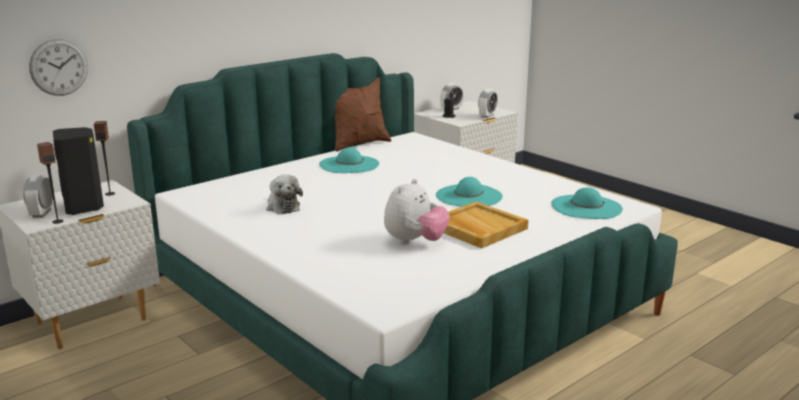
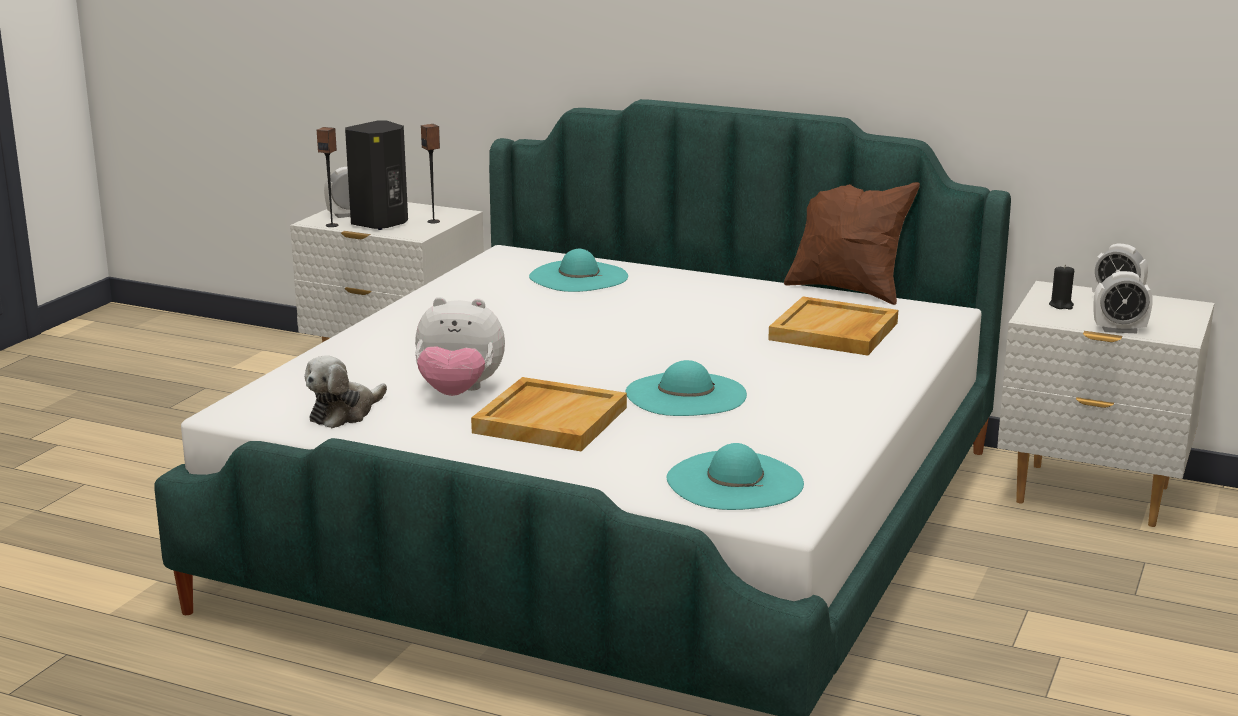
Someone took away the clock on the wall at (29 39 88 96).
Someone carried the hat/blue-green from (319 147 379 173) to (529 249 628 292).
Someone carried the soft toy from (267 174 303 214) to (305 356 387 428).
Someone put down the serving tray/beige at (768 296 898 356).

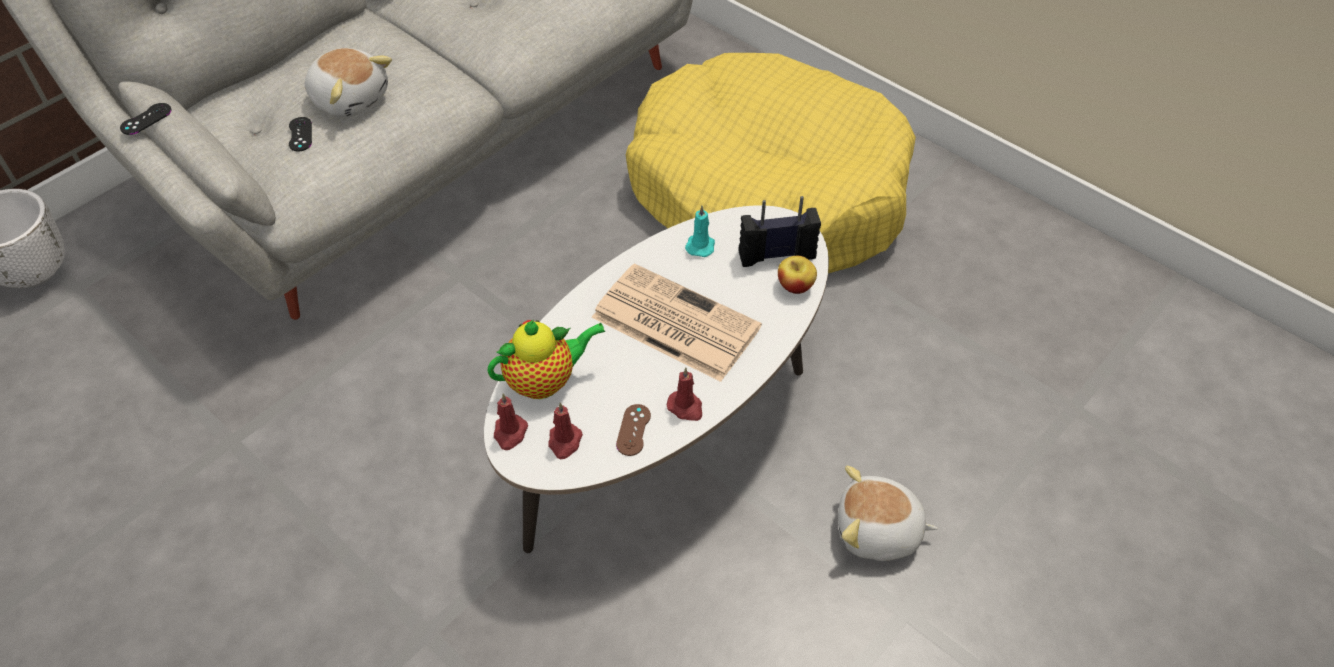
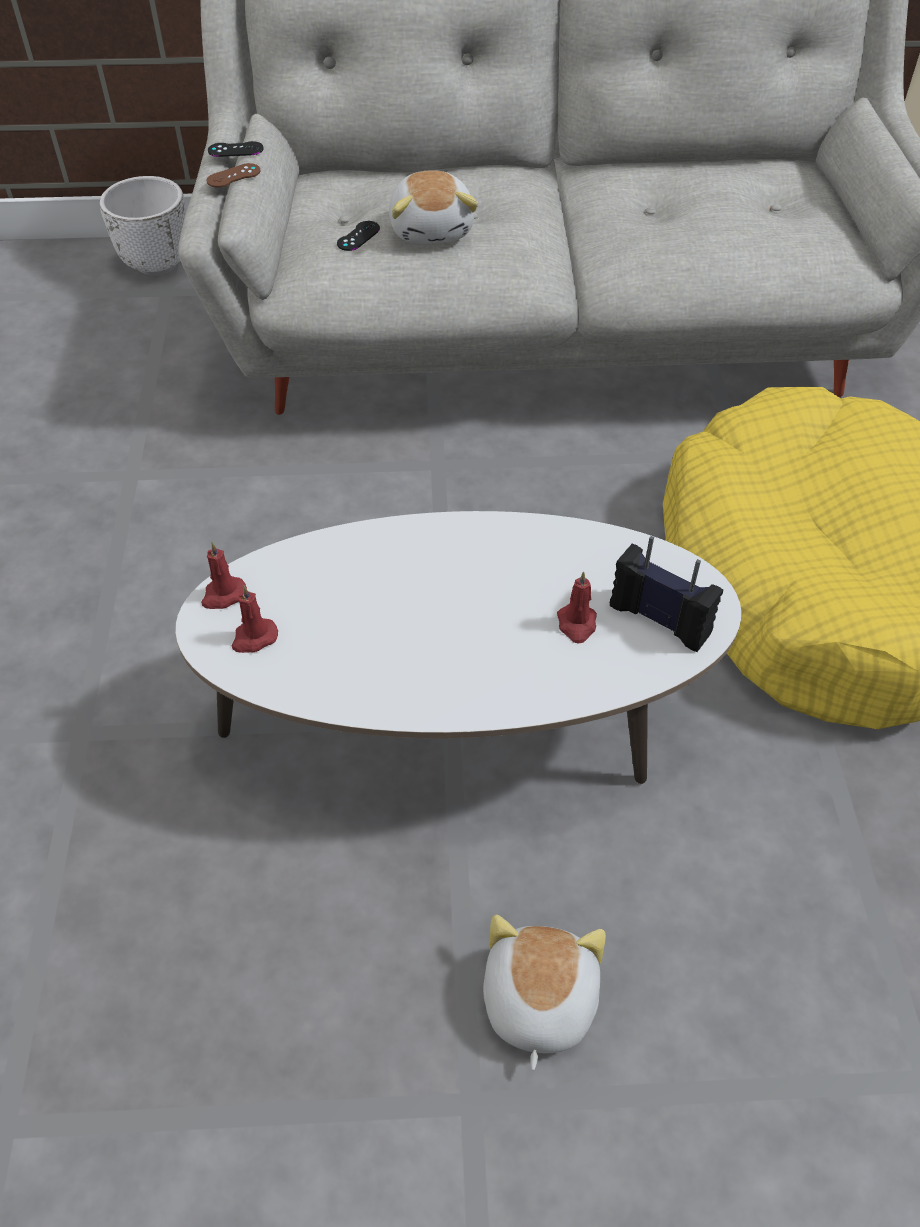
Someone took away the candle/blue-green at (685 206 715 257).
Someone took away the whole apple at (778 256 817 294).
Someone took away the printed paper at (591 263 762 382).
Someone took away the pot for tea at (487 320 606 399).
Someone carried the candle/red-coloured from (667 367 702 421) to (557 571 597 644).
Someone carried the game controller/brown from (616 404 651 456) to (207 163 260 188).
Someone rotated the soft toy at (838 466 938 561) by 45 degrees clockwise.

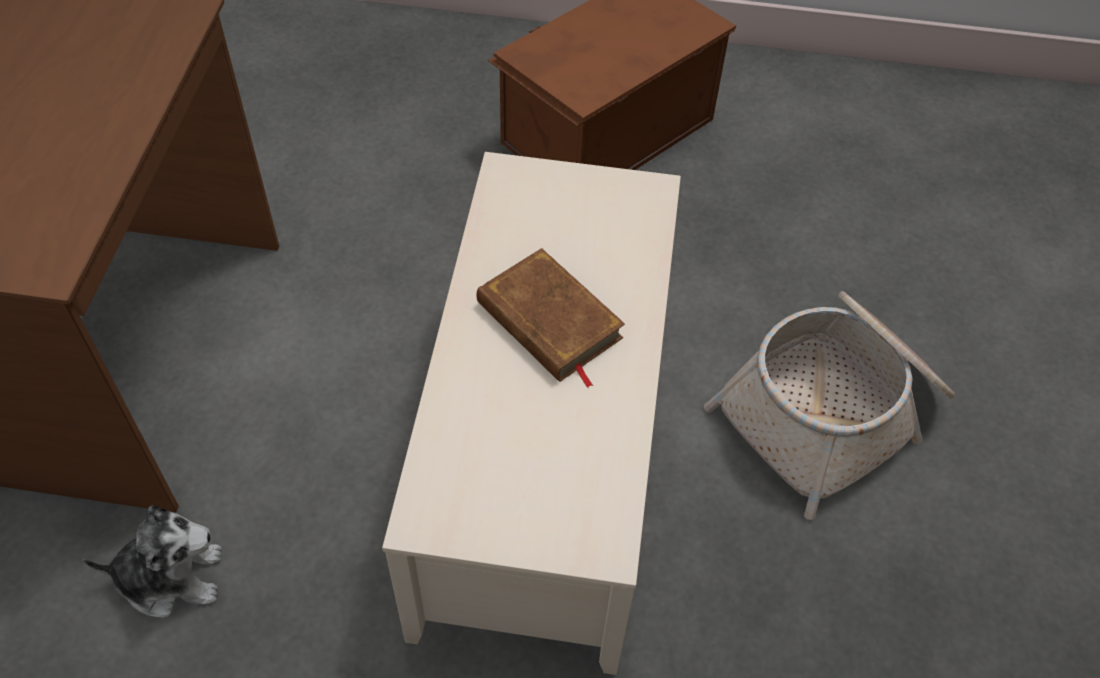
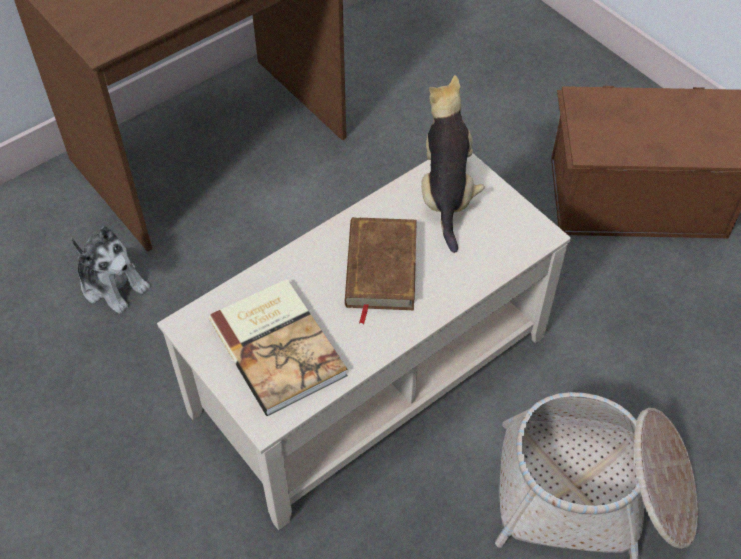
Someone put down the soft toy at (421 75 485 253).
Someone put down the volume at (209 279 348 416).

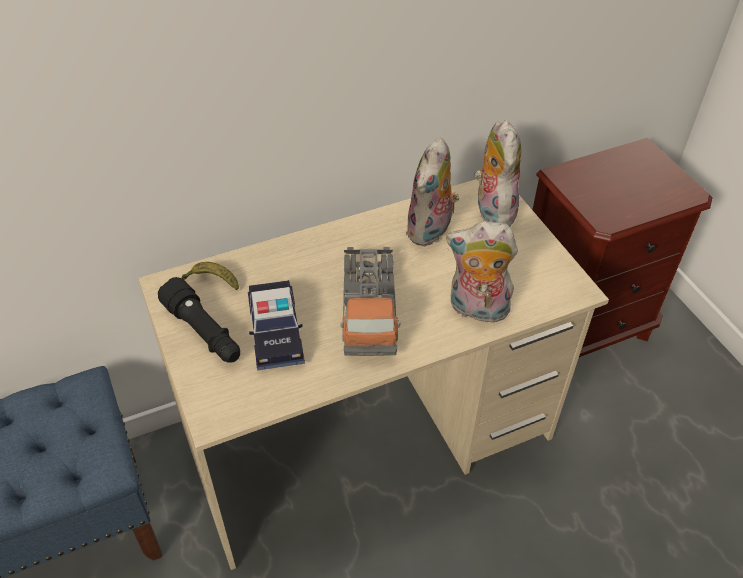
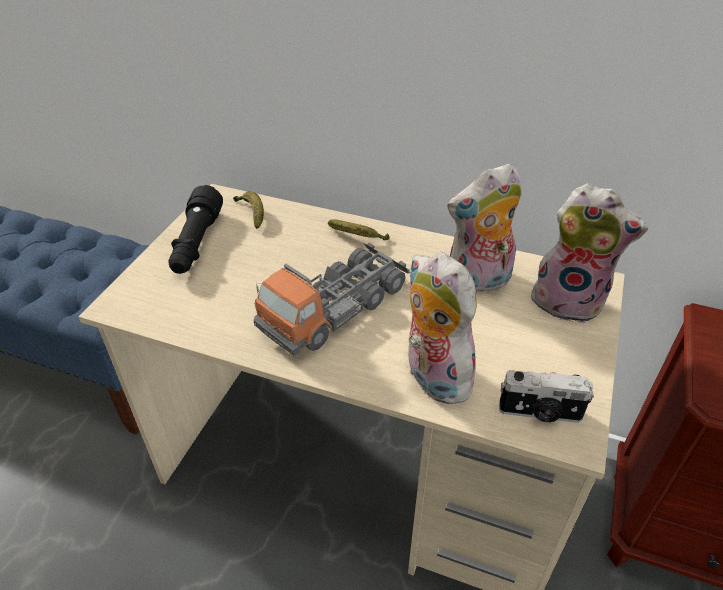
Someone rotated the soft toy at (474 120 521 227) by 75 degrees clockwise.
Someone took away the model car at (248 280 305 371).
Someone put down the whole banana at (328 219 390 240).
Someone put down the still camera at (499 370 594 423).

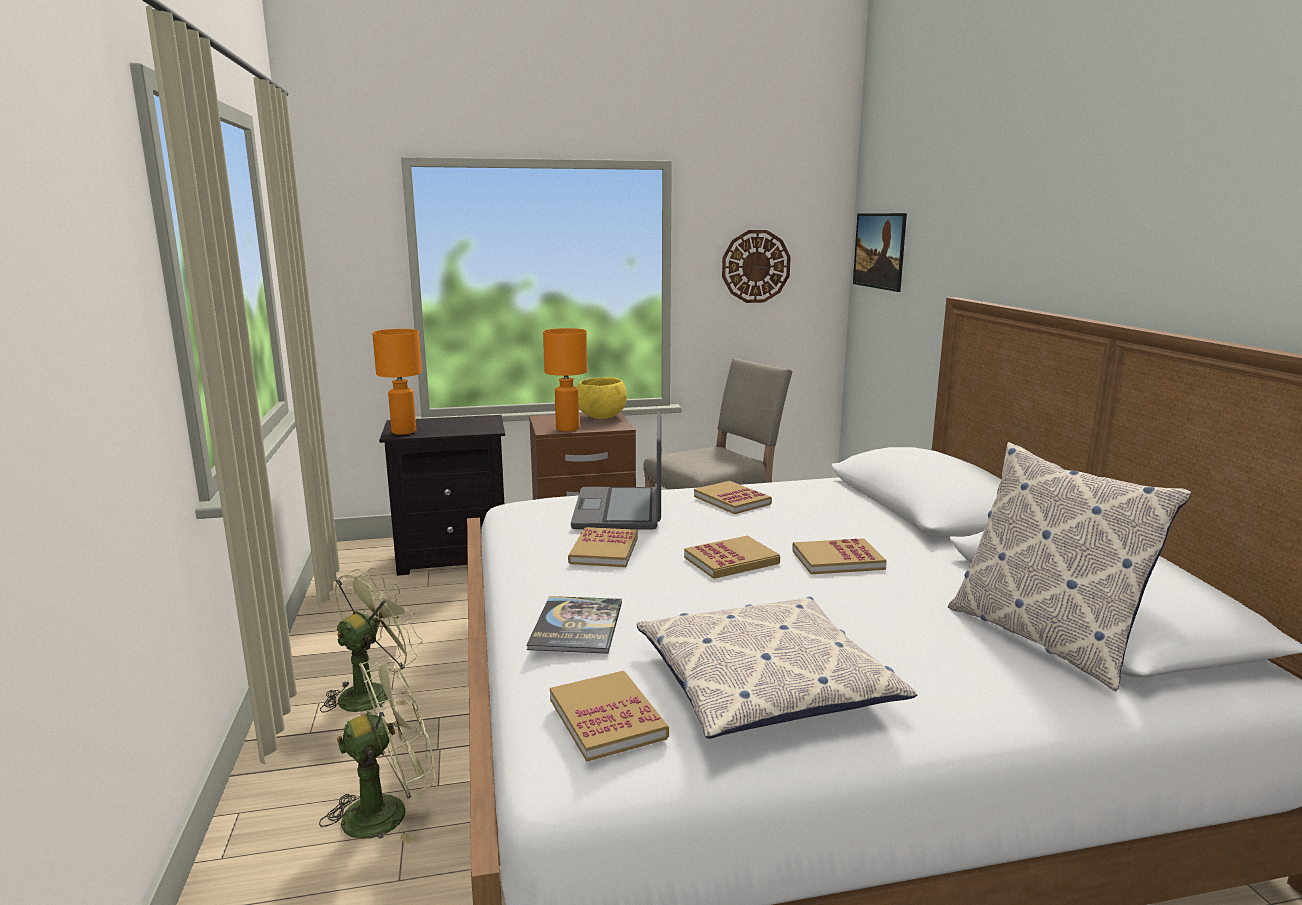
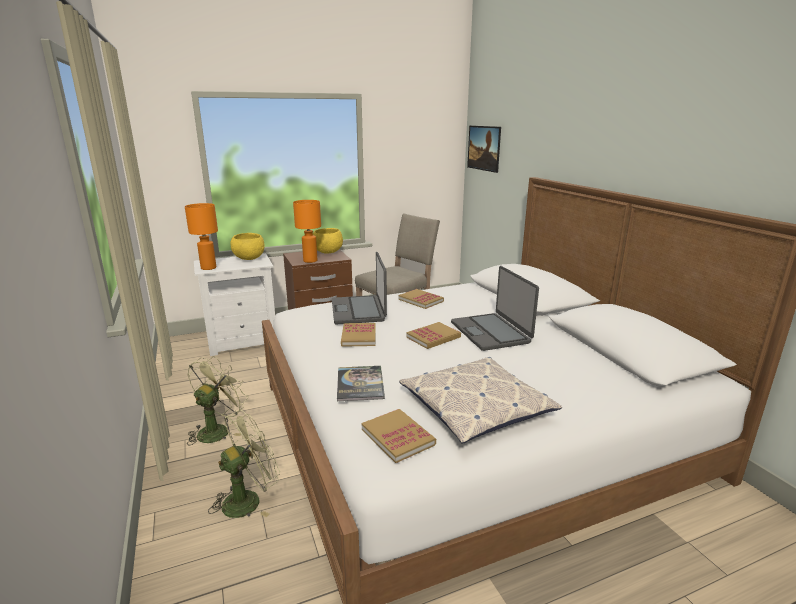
Someone took away the clock on the wall at (722 230 791 303).
Someone repainted the night table/blackish at (379 415 505 576), which became the night table/white-coloured at (194 254 275 356).
Someone took away the pillow at (948 442 1192 692).
Someone swapped the volume at (792 538 887 574) for the portable computer at (451 266 539 351).
Someone put down the bowl/yellow-coloured at (230 233 264 260).

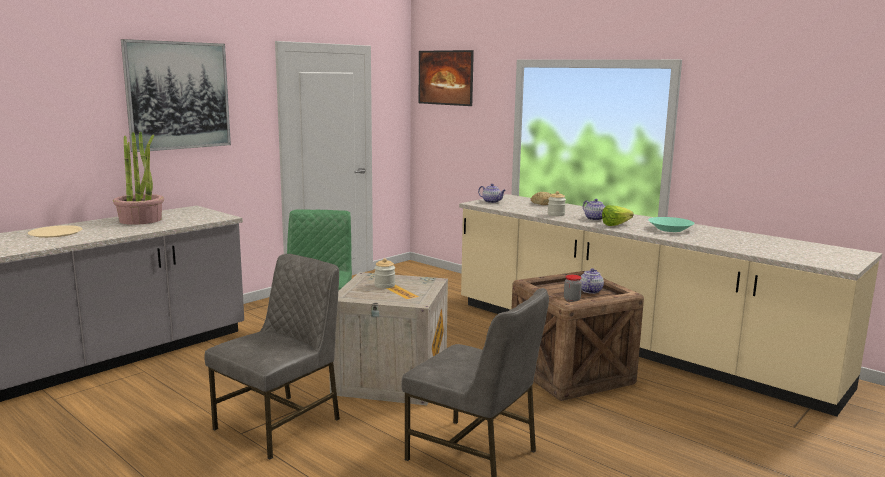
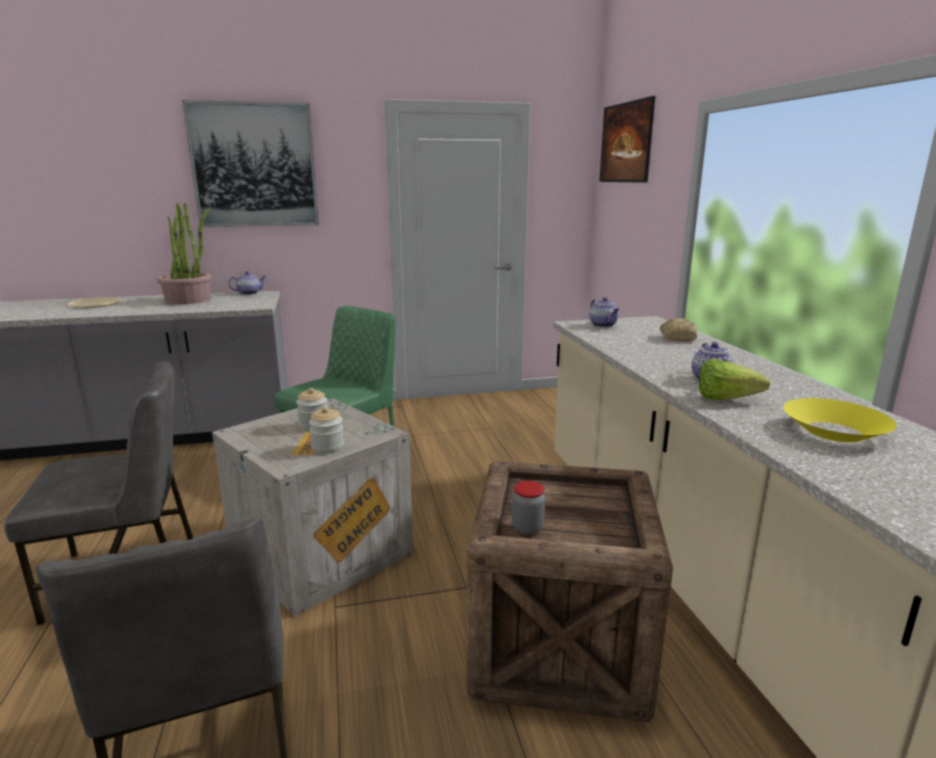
Someone carried the jar from (548 191 566 216) to (309 407 344 454).
Someone repainted the bowl/blue-green at (648 217 695 232), which became the bowl/yellow-coloured at (783 398 897 443).
Someone carried the pot for tea from (581 268 604 294) to (228 271 266 295).

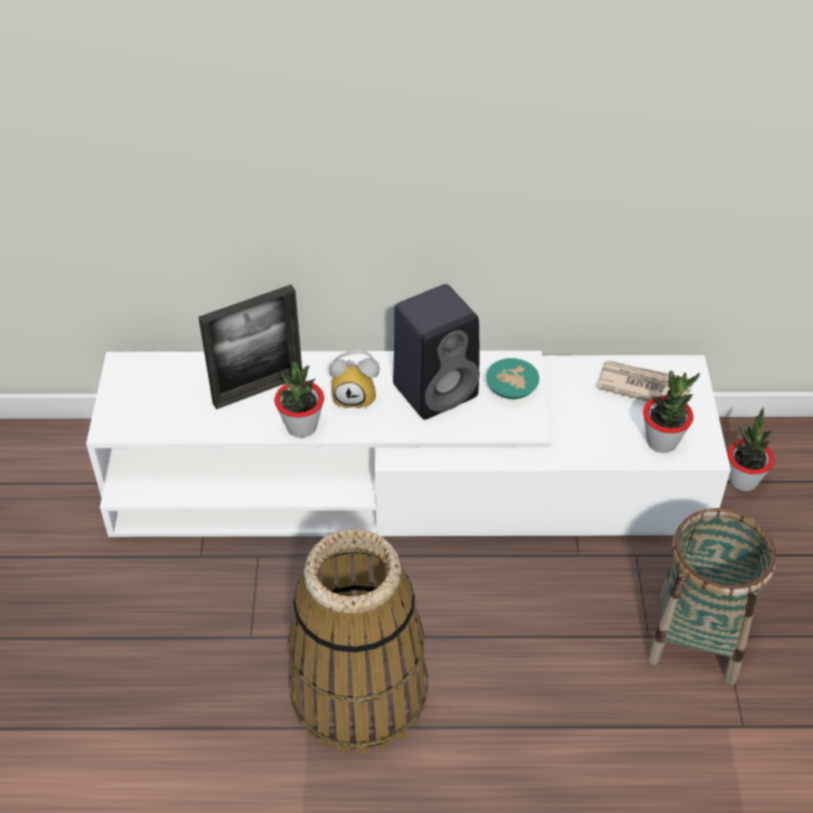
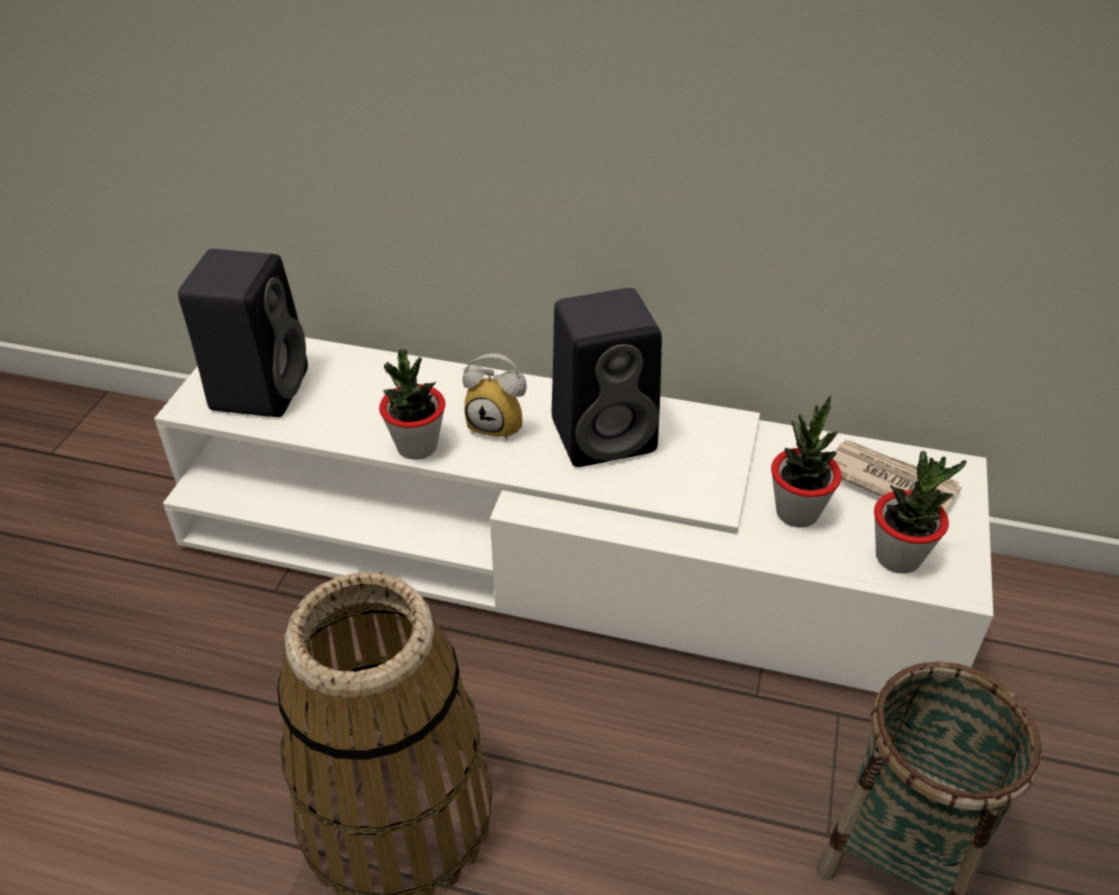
Someone took away the picture frame at (199 285 302 409).
Someone took away the bowl/blue-green at (486 358 539 399).
Someone carried the plant in a pot from (728 408 774 491) to (771 396 842 528).
Someone put down the speaker/blackish at (178 249 308 417).

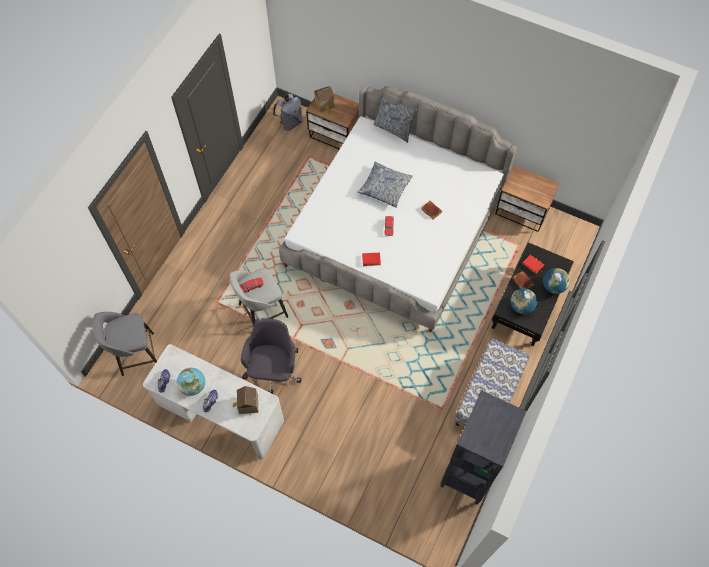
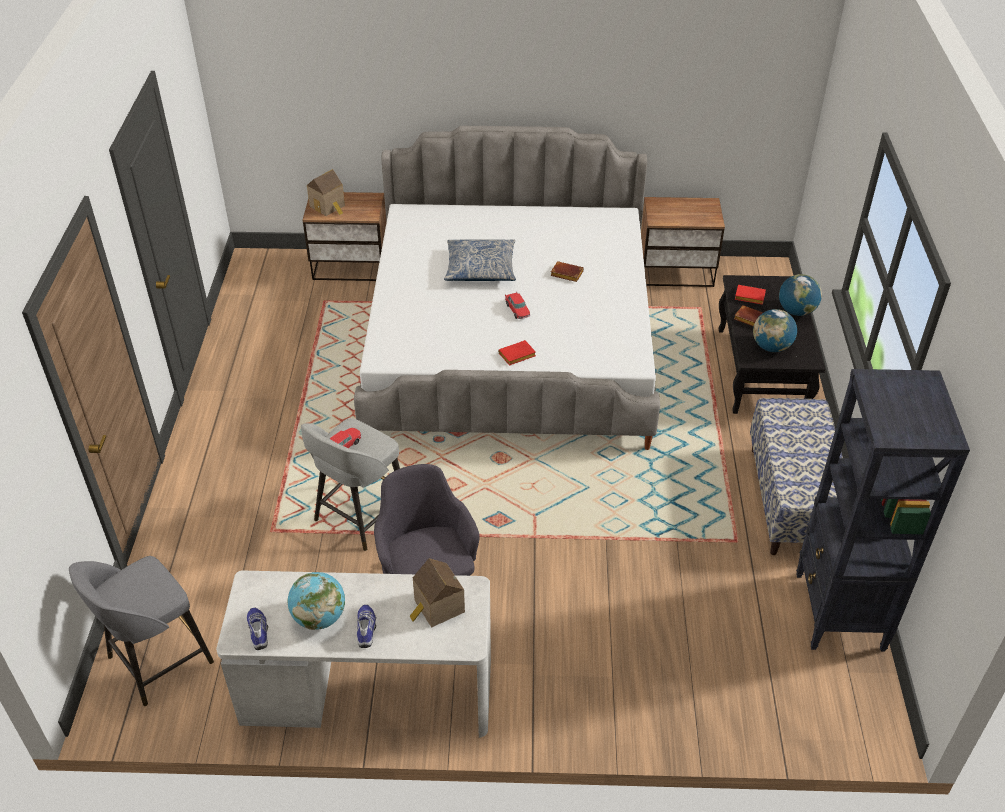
Someone took away the knapsack/greyish at (273 93 303 131).
Someone took away the pillow at (373 97 418 143).

